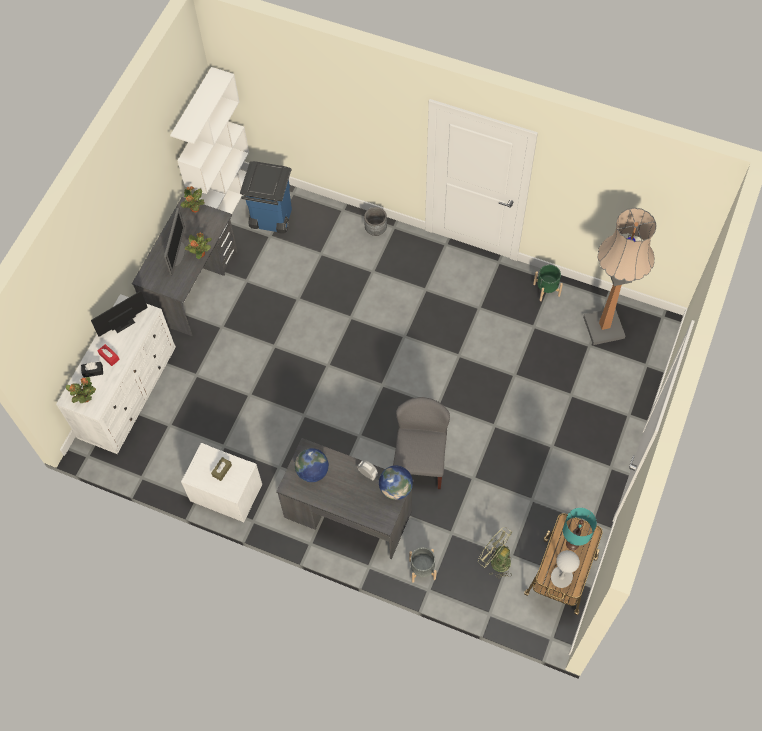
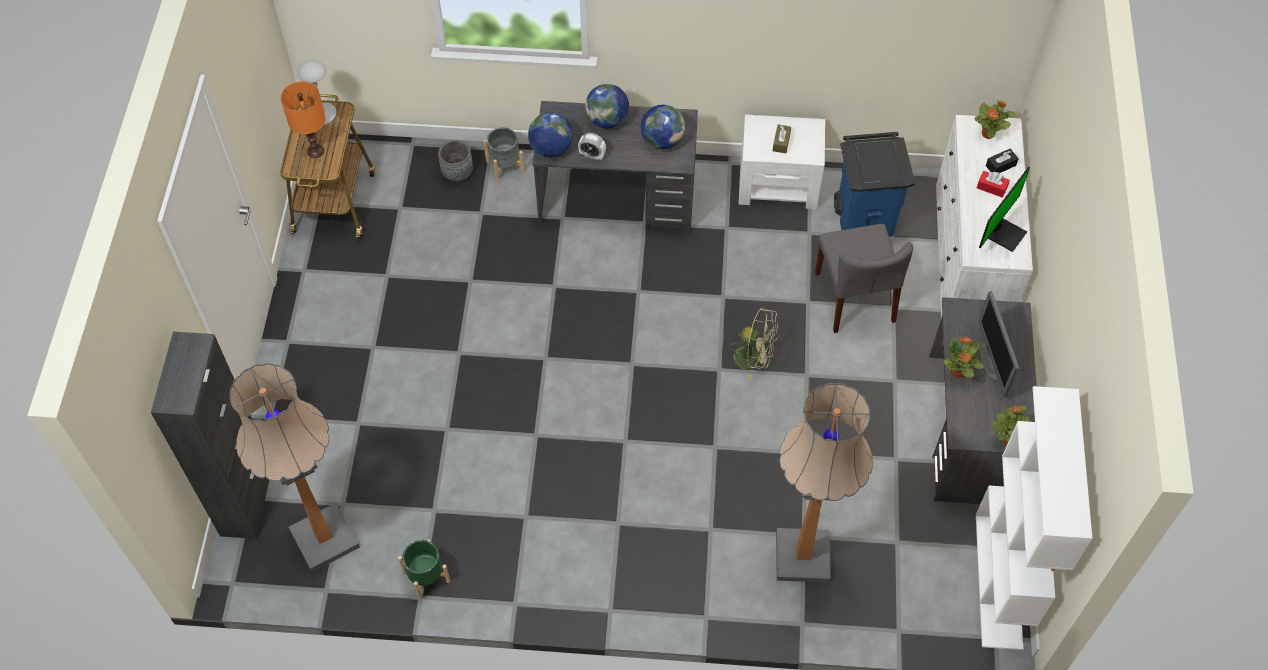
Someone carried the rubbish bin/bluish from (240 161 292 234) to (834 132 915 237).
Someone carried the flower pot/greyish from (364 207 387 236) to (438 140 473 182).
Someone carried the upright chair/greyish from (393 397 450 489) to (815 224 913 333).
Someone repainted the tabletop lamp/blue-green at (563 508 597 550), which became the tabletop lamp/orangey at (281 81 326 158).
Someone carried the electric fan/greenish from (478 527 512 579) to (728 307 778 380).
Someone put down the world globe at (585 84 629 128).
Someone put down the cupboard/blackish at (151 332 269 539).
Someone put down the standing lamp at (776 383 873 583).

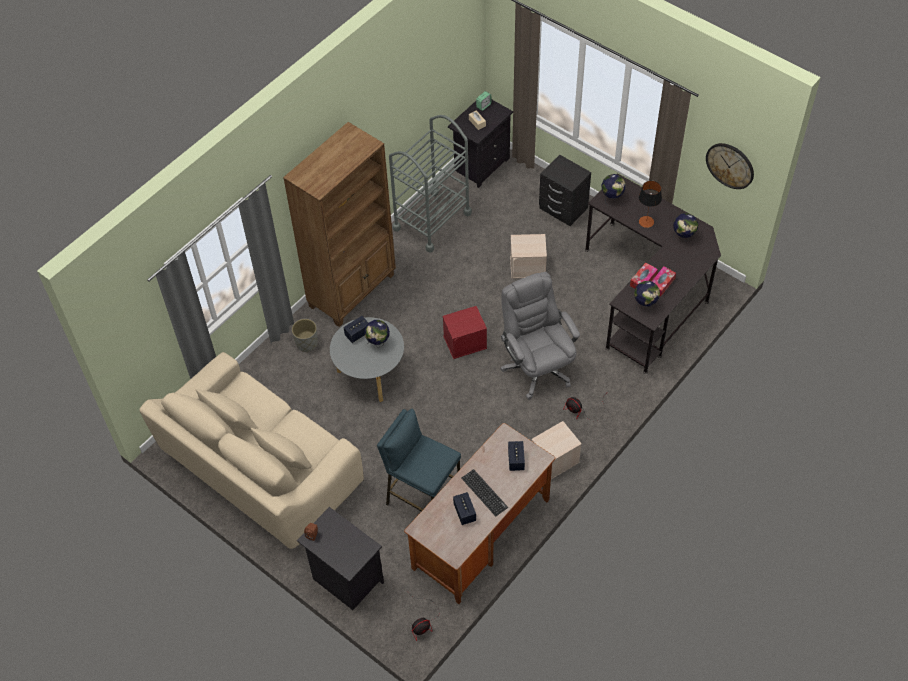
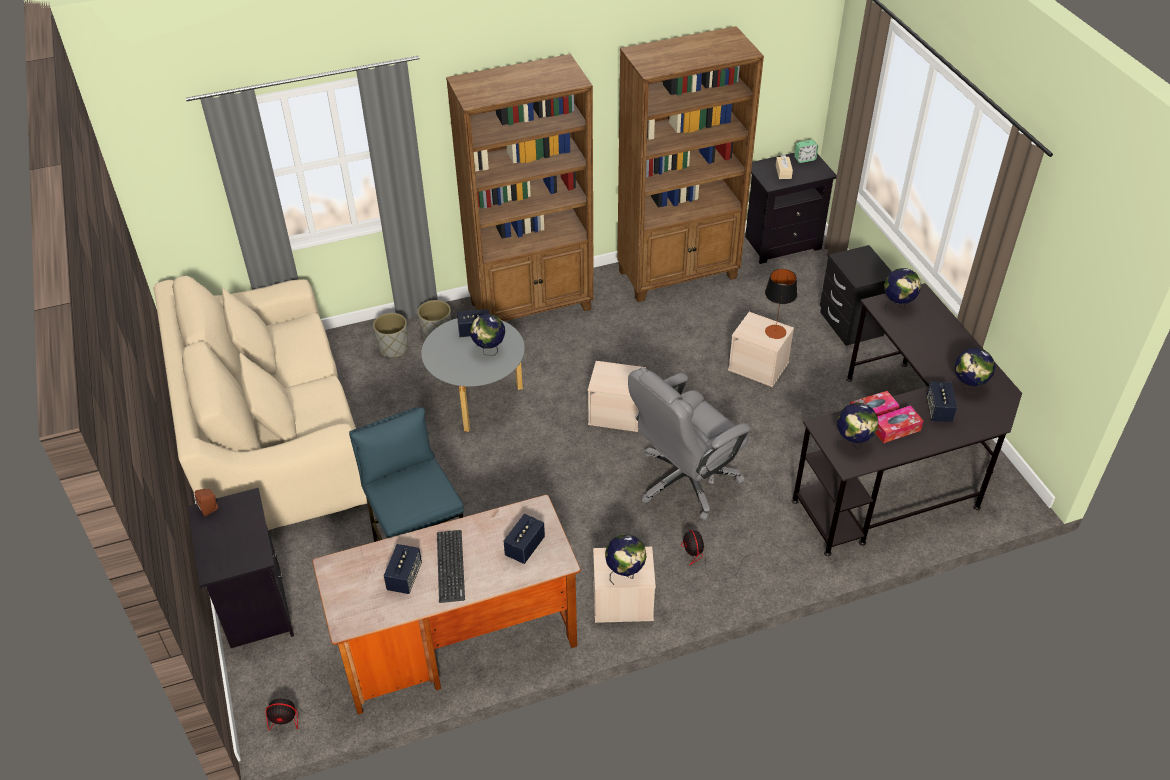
Someone swapped the trolley/greyish at (389 115 472 253) for the bookcase/brown at (617 26 764 302).
Someone took away the clock on the wall at (706 143 754 189).
Someone carried the tabletop lamp from (639 181 662 228) to (765 269 797 339).
Someone rotated the office chair/greyish at (500 272 580 399) by 135 degrees counterclockwise.
Someone repainted the storage container/red-coloured at (442 306 487 359), which became the storage container/beige at (588 361 646 432).
Someone put down the flower pot/greyish at (373 313 408 358).
Someone put down the speaker at (926 382 957 422).
Someone put down the world globe at (605 534 646 585).

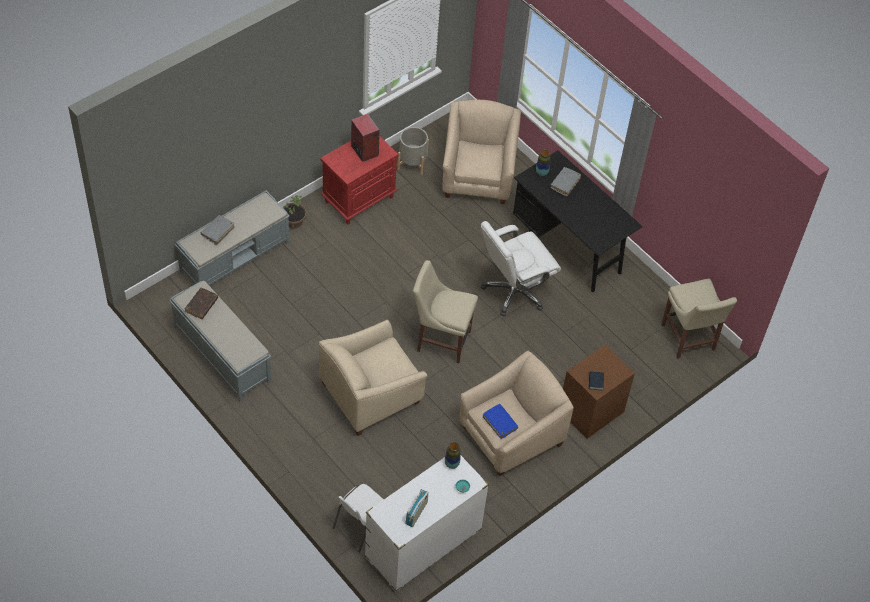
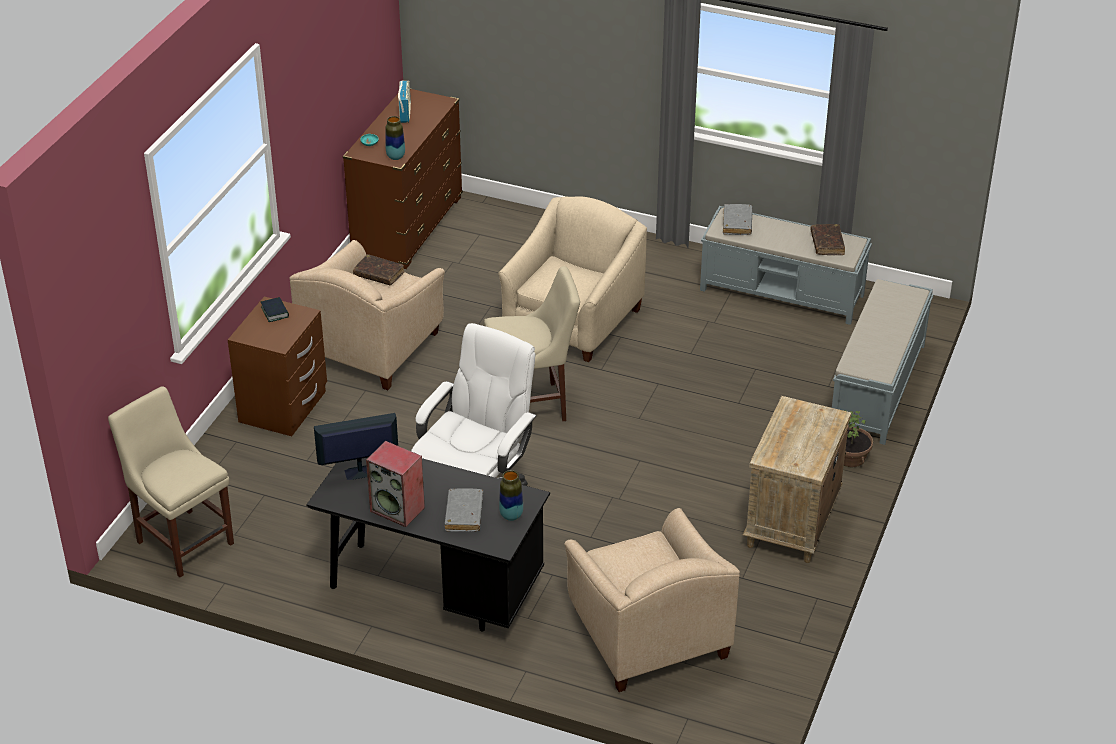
Someone carried the speaker from (351 114 380 162) to (366 441 425 527).
Someone took away the flower pot/greyish at (397 127 429 175).
Someone repainted the night table/red-coloured at (321 136 399 225), which became the night table/beige at (743 396 851 563).
Someone carried the volume/greyish from (200 215 234 245) to (723 204 753 235).
Someone repainted the volume/bluish at (483 404 518 439), which became the volume/brown at (353 254 404 285).
Someone repainted the chest of drawers/white-coloured at (365 455 489 592), which became the chest of drawers/brown at (343 88 463 269).
Someone took away the upright chair/white-coloured at (333 484 384 552).
Someone put down the computer screen at (314 413 398 480).

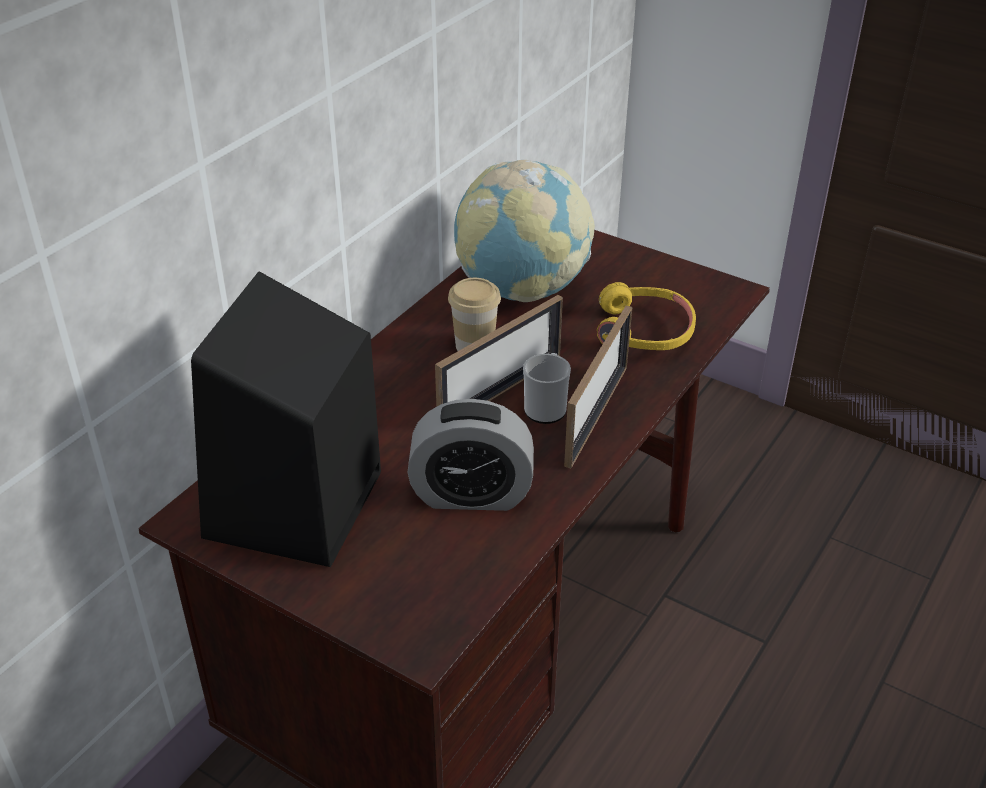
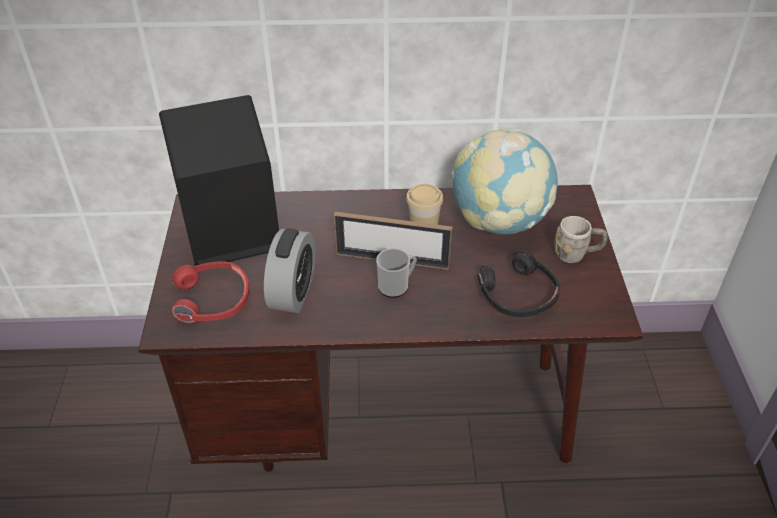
Someone repainted the headphones/yellow-coloured at (597 282 696 350), which became the headphones/blackish at (477 250 561 317).
Someone took away the picture frame at (564 306 632 468).
Someone rotated the table clock at (407 399 534 511) by 135 degrees counterclockwise.
Someone put down the coffee mug/greyish at (555 216 607 263).
Someone put down the headphones/red-coloured at (171 261 249 323).

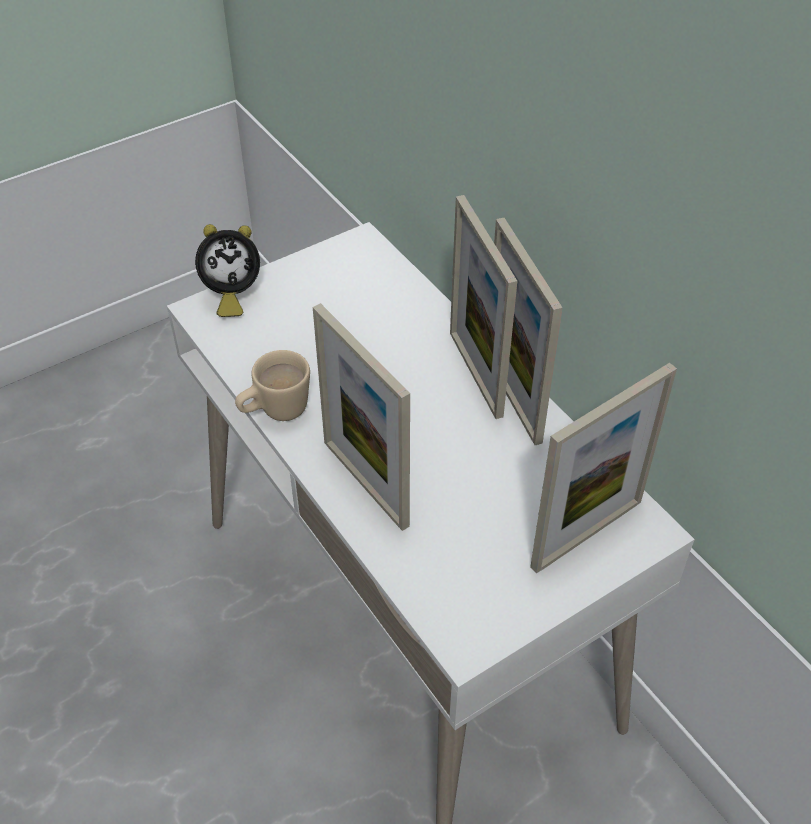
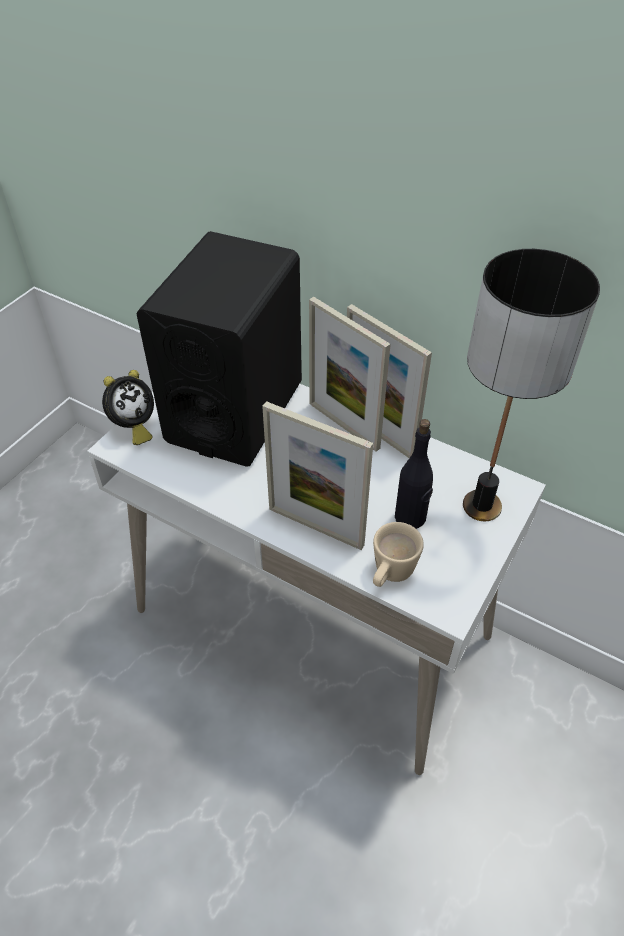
Someone carried the coffee mug/beige from (235 350 310 421) to (373 522 424 587).
Someone swapped the picture frame at (530 363 677 574) for the tabletop lamp at (463 249 600 522).
Someone put down the speaker/blackish at (136 231 302 467).
Someone put down the beverage bottle/blackish at (395 419 433 529).

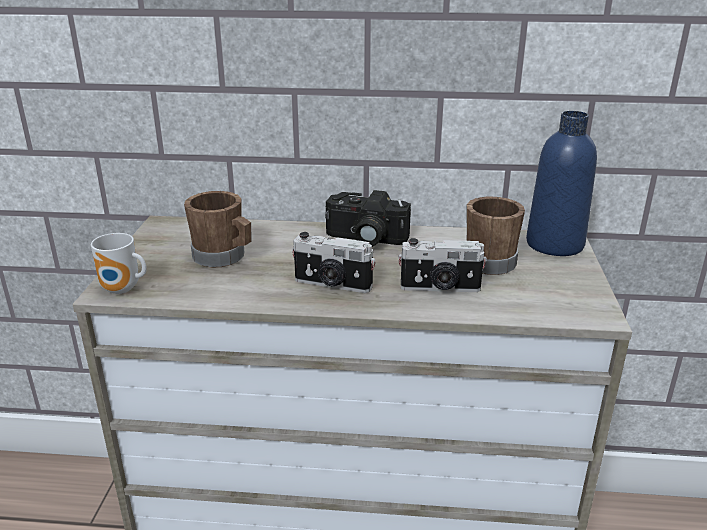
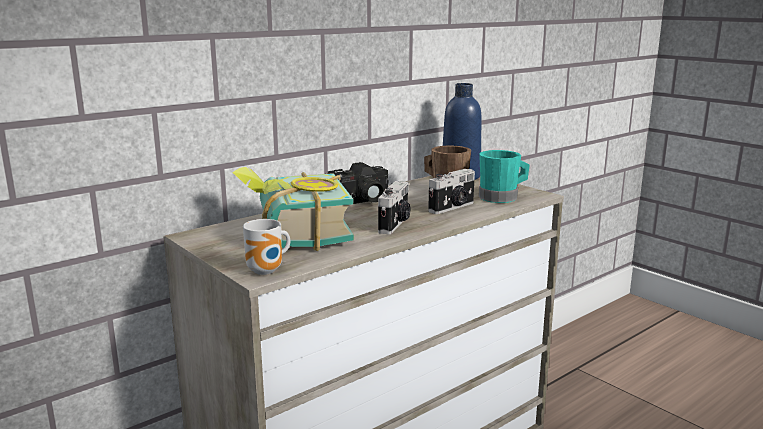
Someone swapped the coffee mug/brown at (184 191 252 267) for the volume at (233 167 354 251).
Someone rotated the still camera at (292 232 376 293) by 45 degrees counterclockwise.
Someone put down the coffee mug/blue-green at (479 150 530 203).

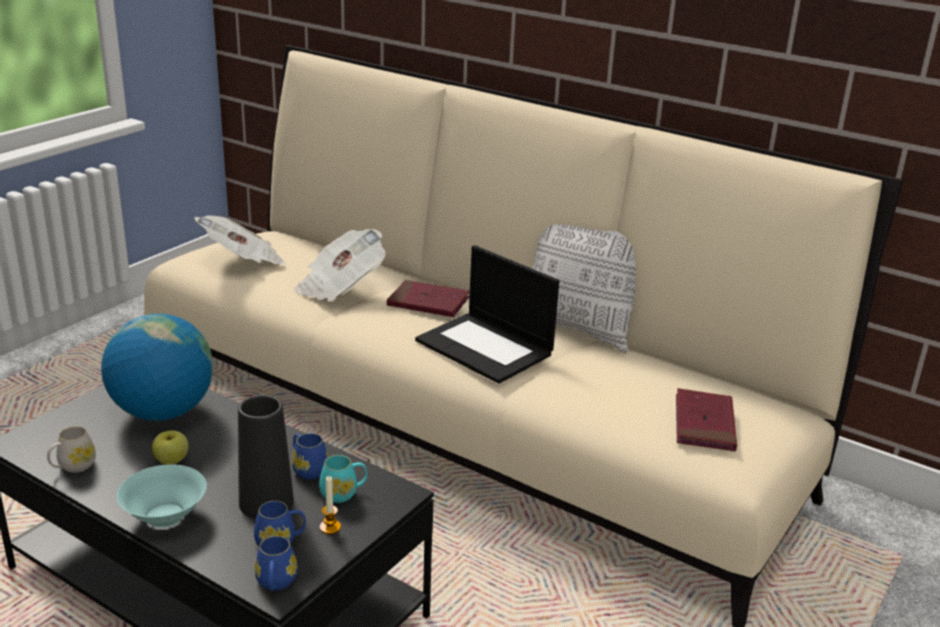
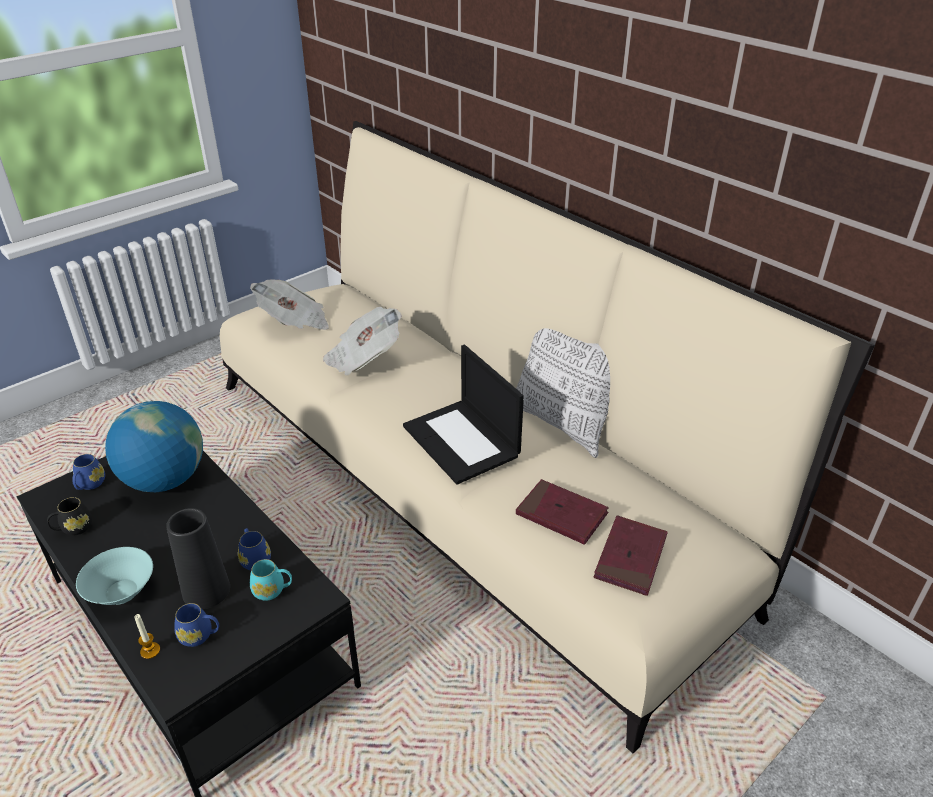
Someone carried the volume/red-coloured from (387 280 470 317) to (516 479 609 545).
Someone repainted the coffee mug/white-coloured at (47 426 96 473), which became the coffee mug/blackish at (47 497 92 535).
Someone took away the whole apple at (152 430 189 465).
Someone carried the candle from (320 476 341 534) to (134 614 160 659).
Someone carried the coffee mug/bluish from (255 536 298 591) to (72 454 105 490).

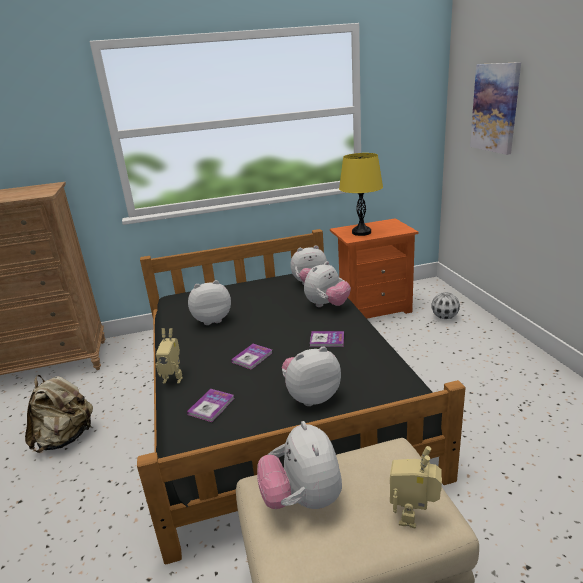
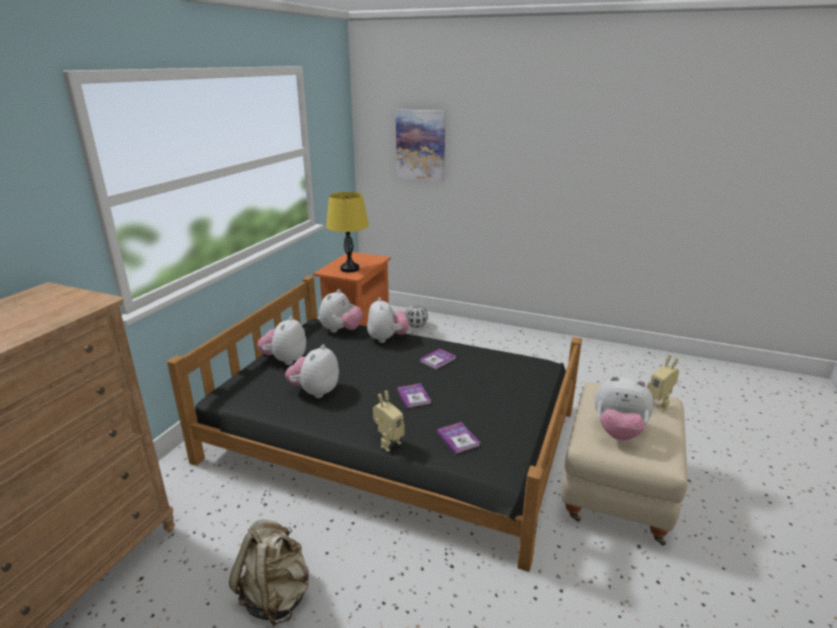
Someone carried the soft toy from (282 346 341 406) to (257 316 306 365).

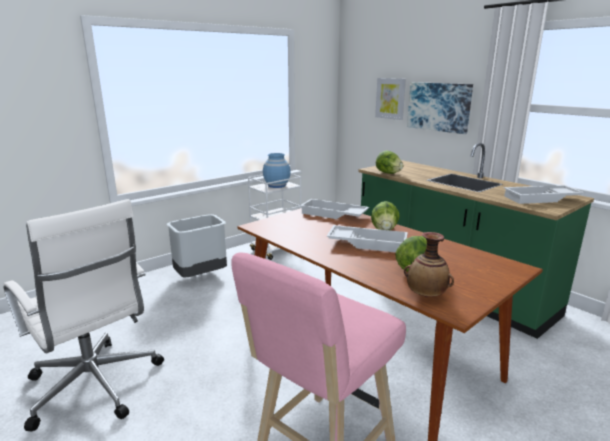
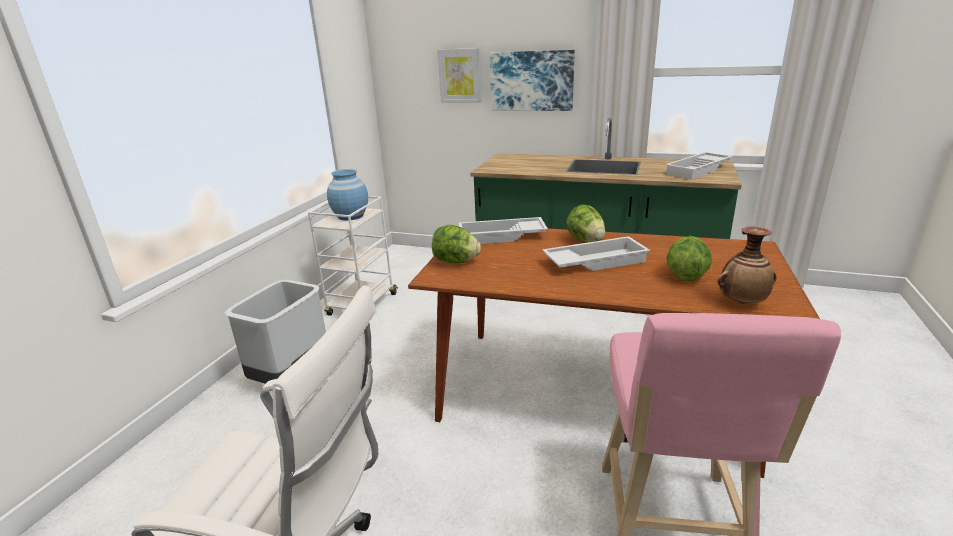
Someone carried the lettuce head from (376 151 403 174) to (432 225 481 263).

